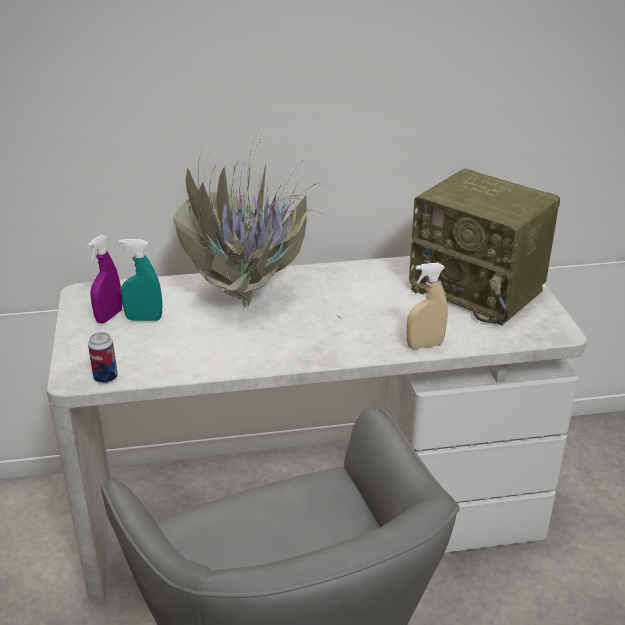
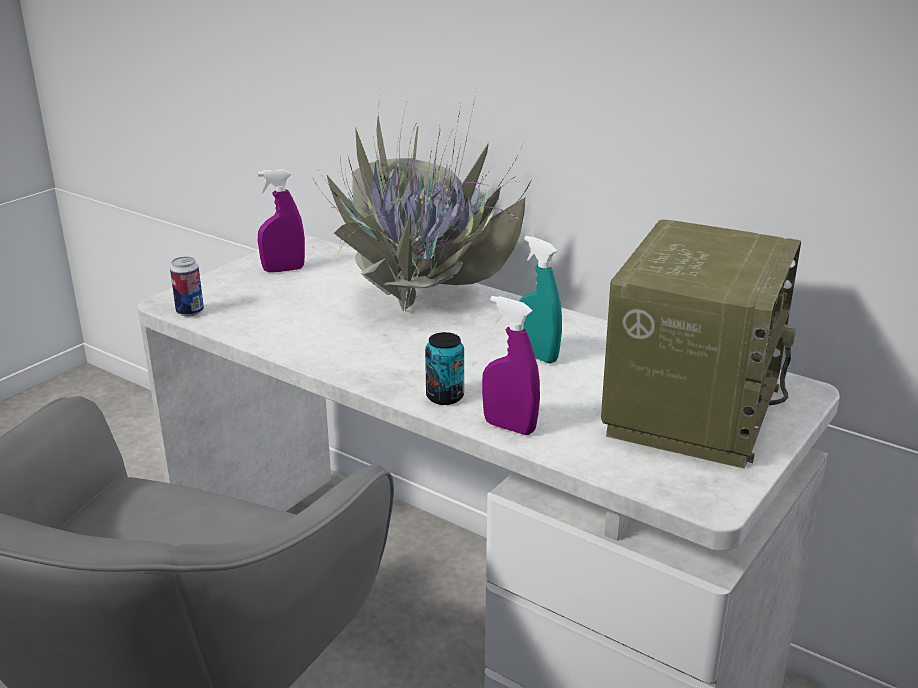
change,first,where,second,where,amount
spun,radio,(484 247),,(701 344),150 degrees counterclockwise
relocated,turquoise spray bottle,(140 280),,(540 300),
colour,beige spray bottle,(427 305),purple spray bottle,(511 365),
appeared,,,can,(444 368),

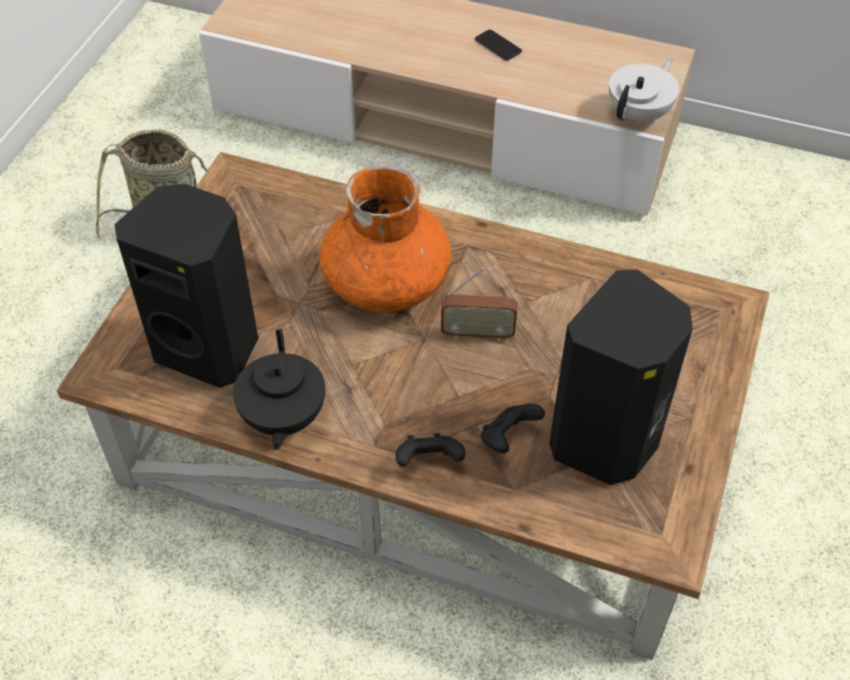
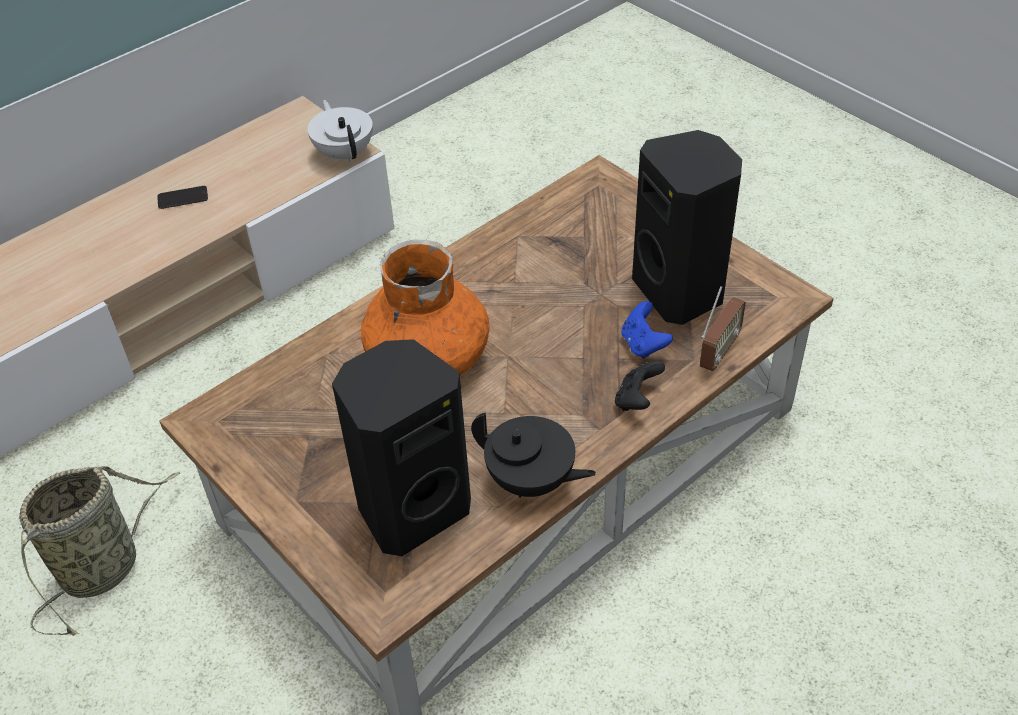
change,first,where,second,where,amount
relocated,radio,(479 304),,(723 328),
colour,black game controller,(513 428),blue game controller,(647 330),

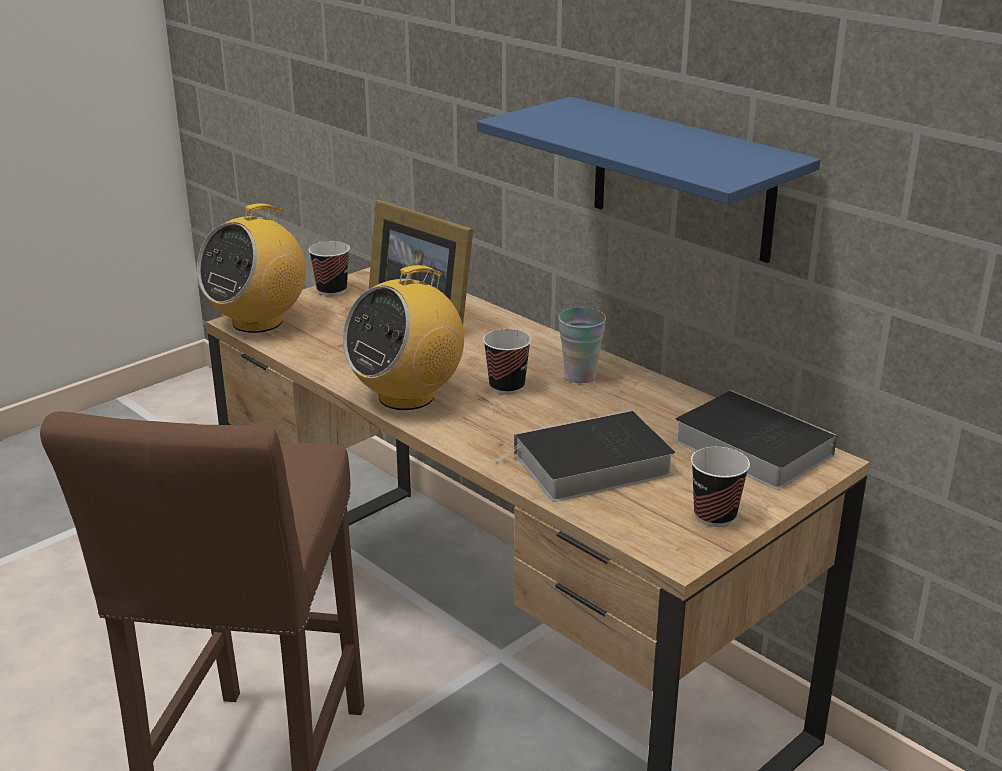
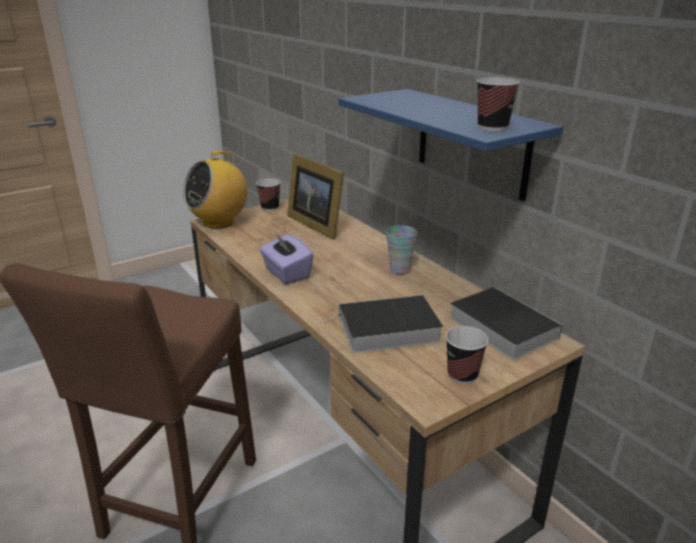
change,first,where,second,where,amount
exchanged,radio,(403 337),purple tissue box,(286 258),
relocated,cup,(507 362),,(498 104),

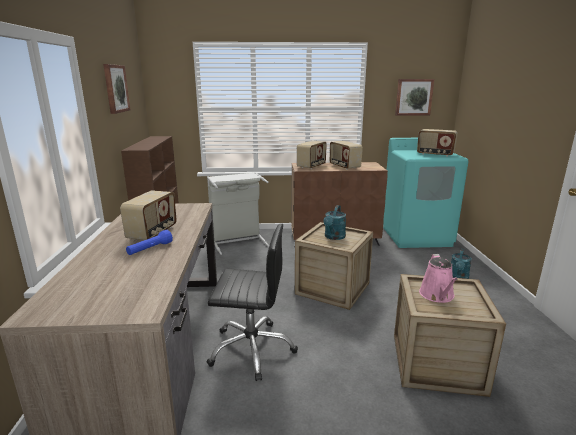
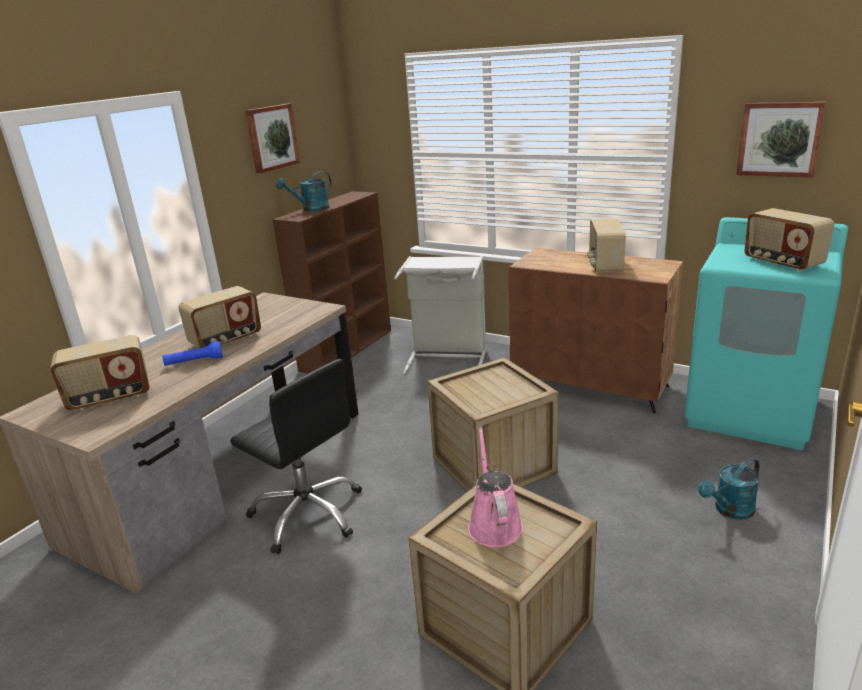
change,first,where,second,where,amount
relocated,radio,(312 155),,(100 372),
relocated,turquoise watering can,(334 222),,(303 191),
spun,pink watering can,(438 278),,(495 487),135 degrees clockwise

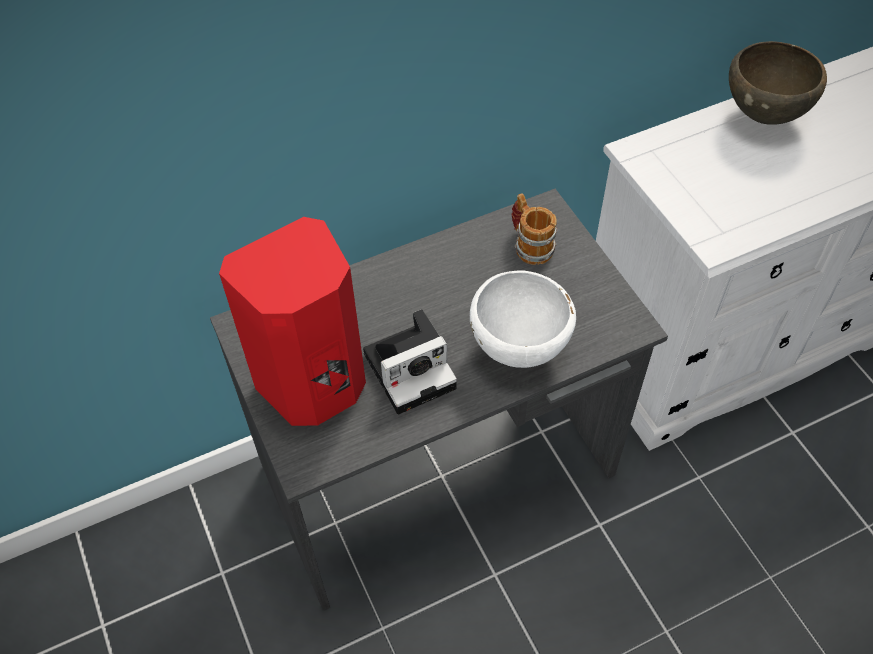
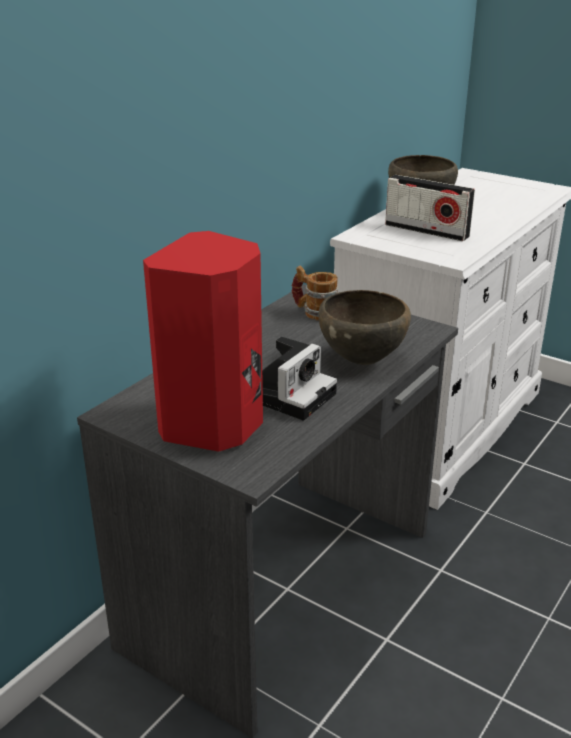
change,first,where,second,where,amount
colour,white bowl,(523 319),brown bowl,(364 327),
appeared,,,radio,(430 208),

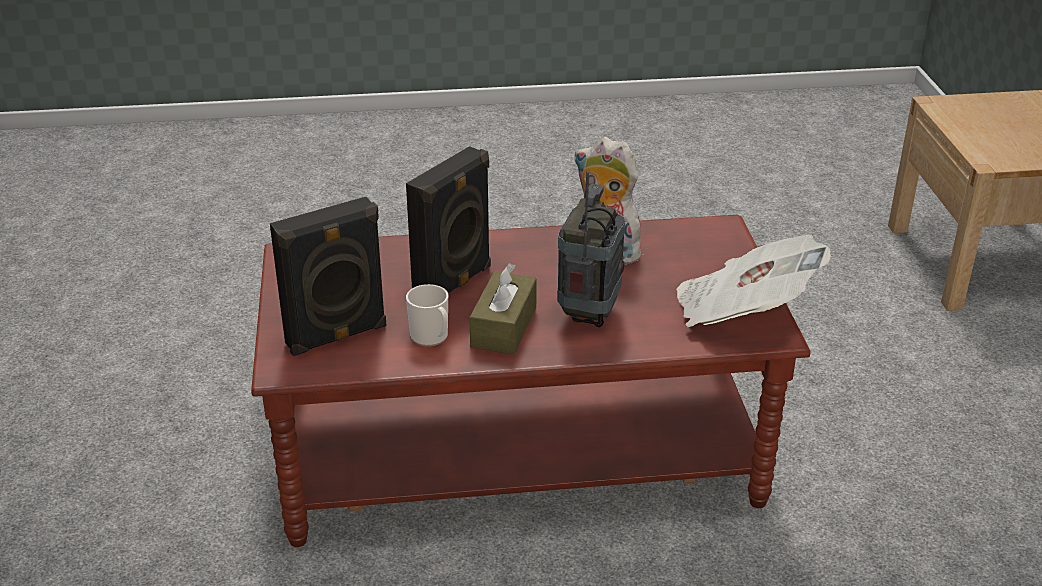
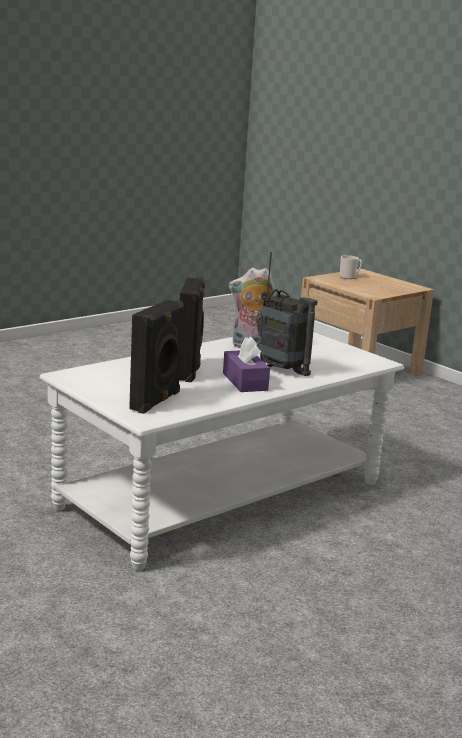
change,first,where,second,where,amount
spun,radio,(591 249),,(288 314),150 degrees clockwise
colour,brown coffee table,(530 381),white coffee table,(222 451),
missing,newspaper,(753 280),,,
colour,brown tissue box,(503 309),purple tissue box,(246 364),
relocated,mug,(427 315),,(351 267),

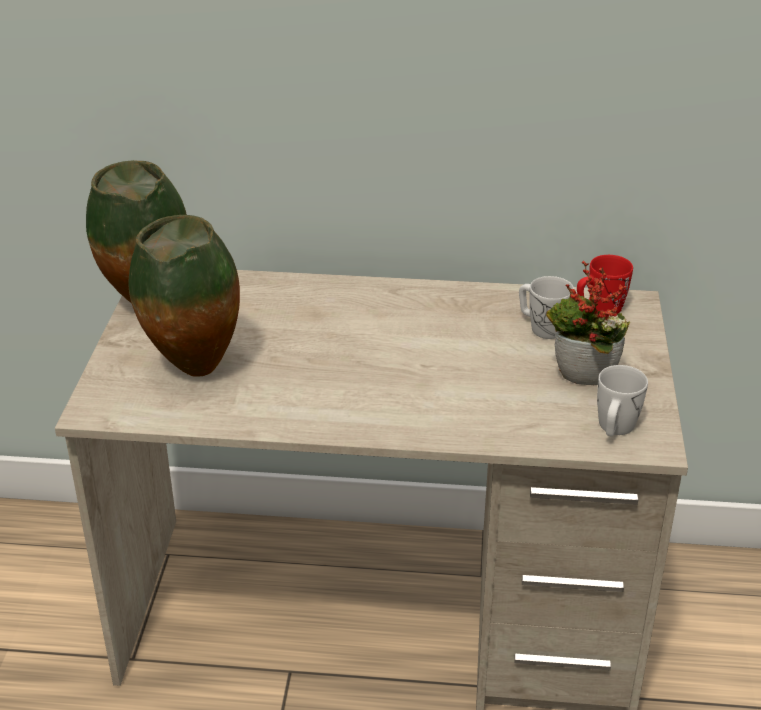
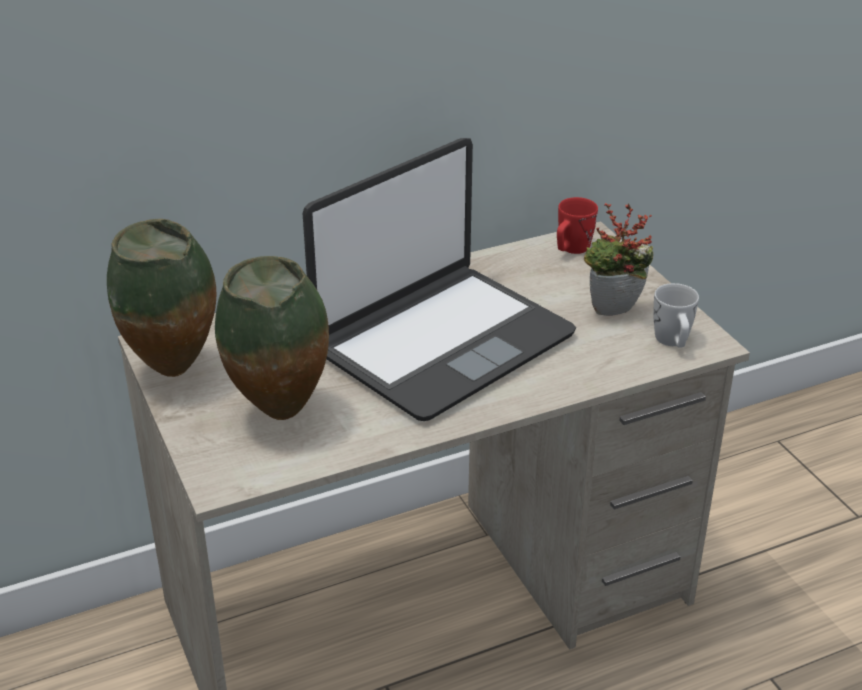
change,first,where,second,where,amount
missing,white mug,(546 307),,,
appeared,,,laptop,(439 279),

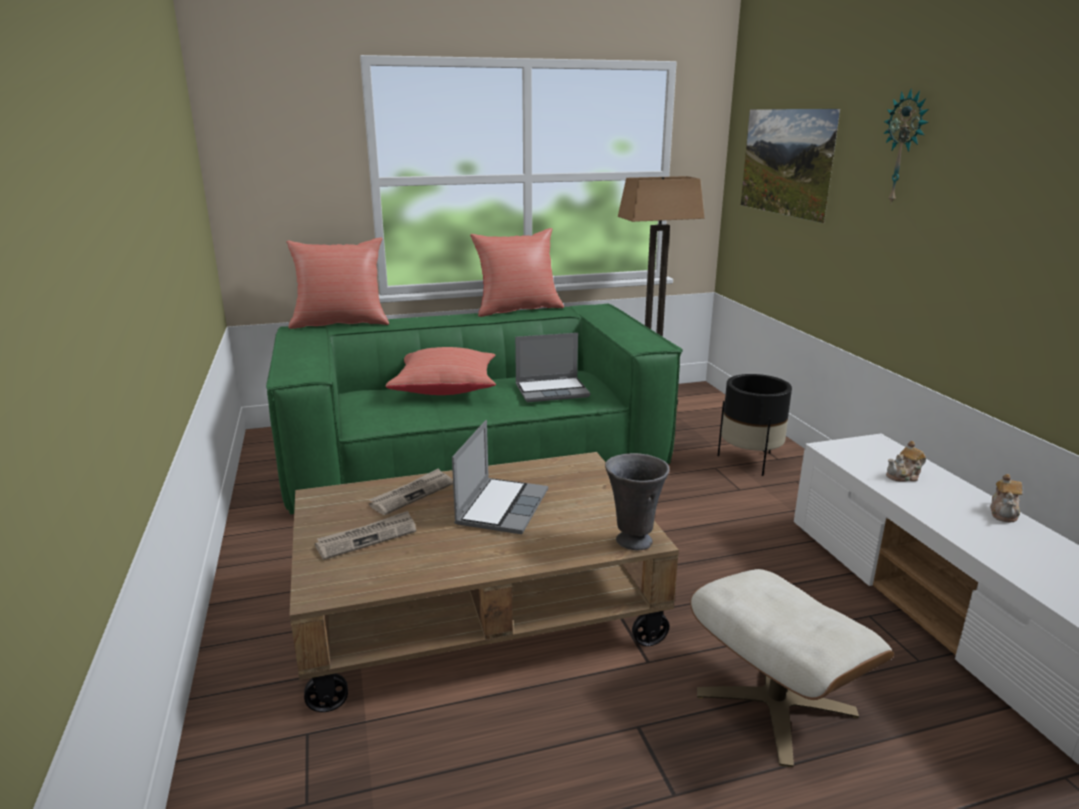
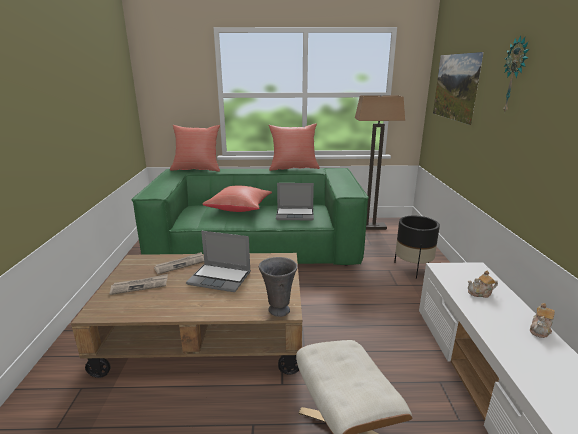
change,first,where,second,where,amount
spun,laptop,(500 477),,(218 261),75 degrees clockwise

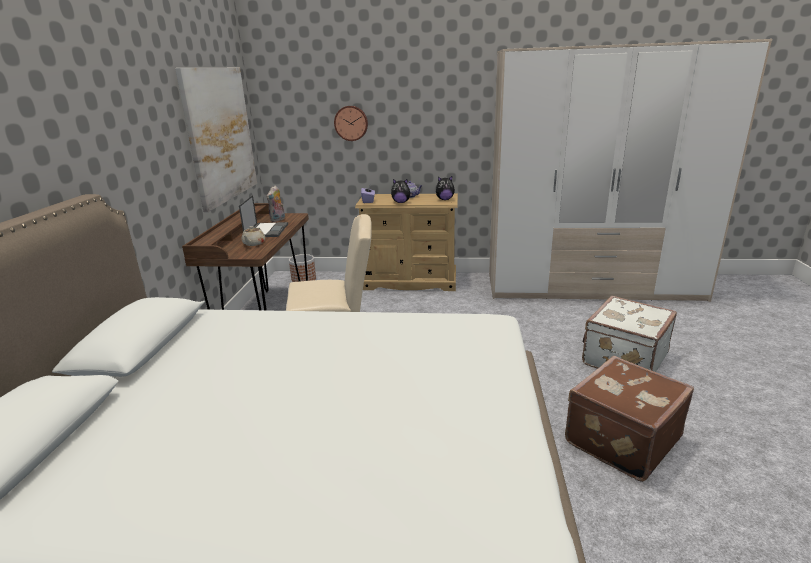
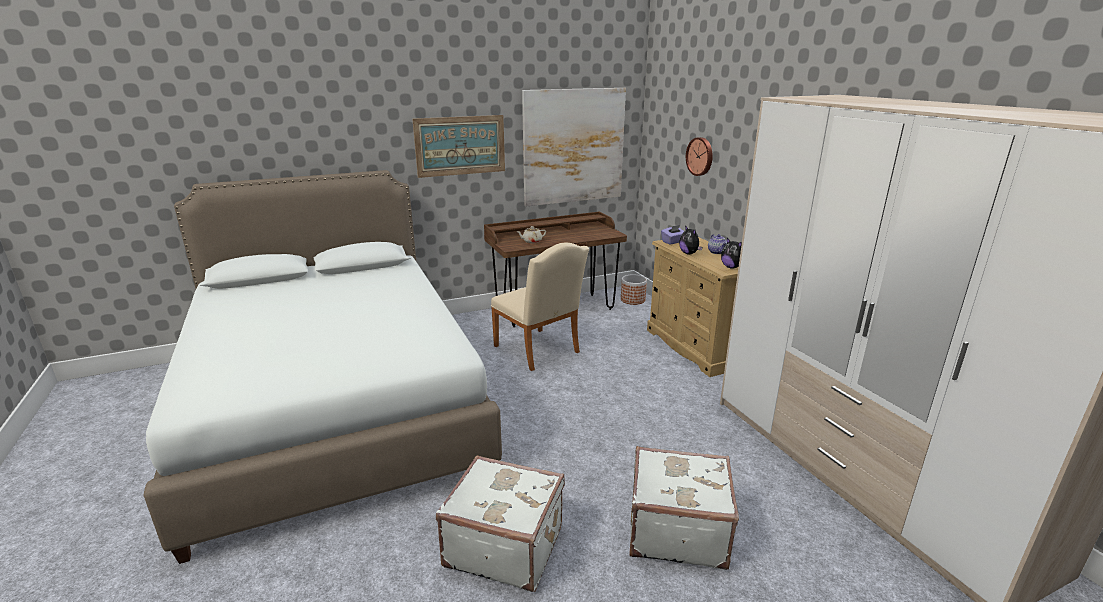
change,first,where,second,where,amount
missing,plush toy,(276 204),,,
missing,laptop,(263 216),,,
colour,brown suitcase,(629 419),white suitcase,(500 523),
appeared,,,picture,(458 146),

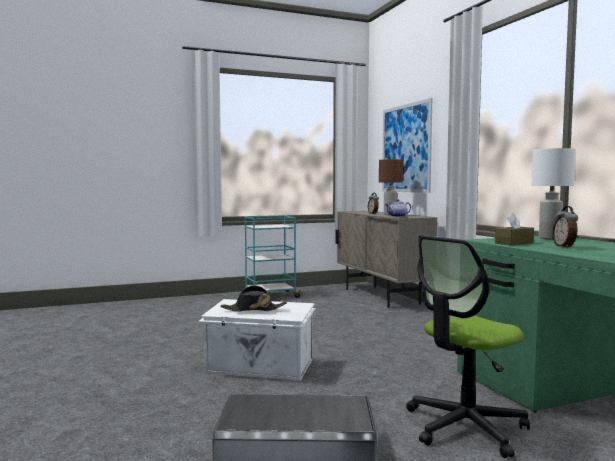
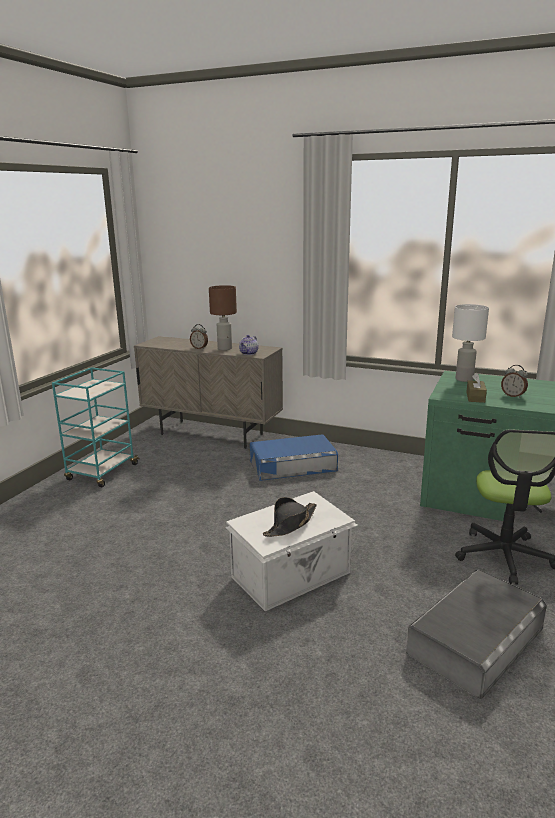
change,first,where,second,where,amount
missing,picture,(407 145),,,
appeared,,,blue storage box,(294 457),

